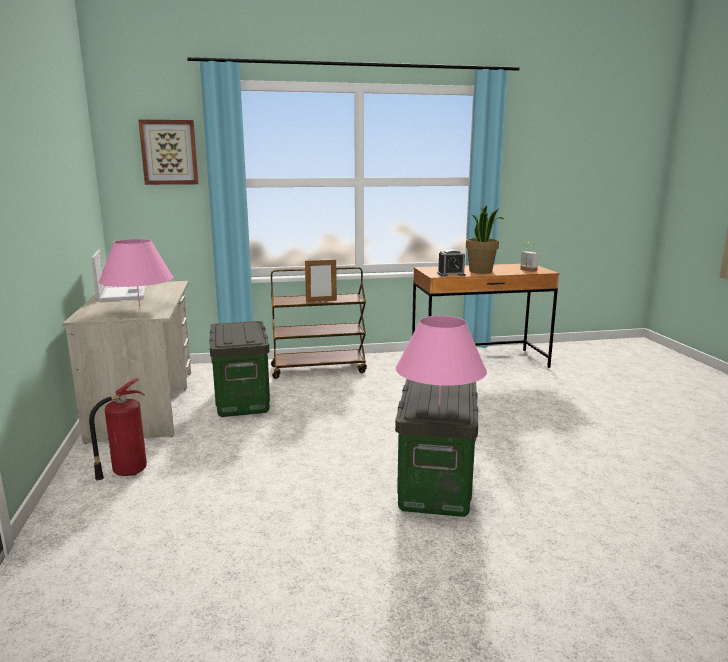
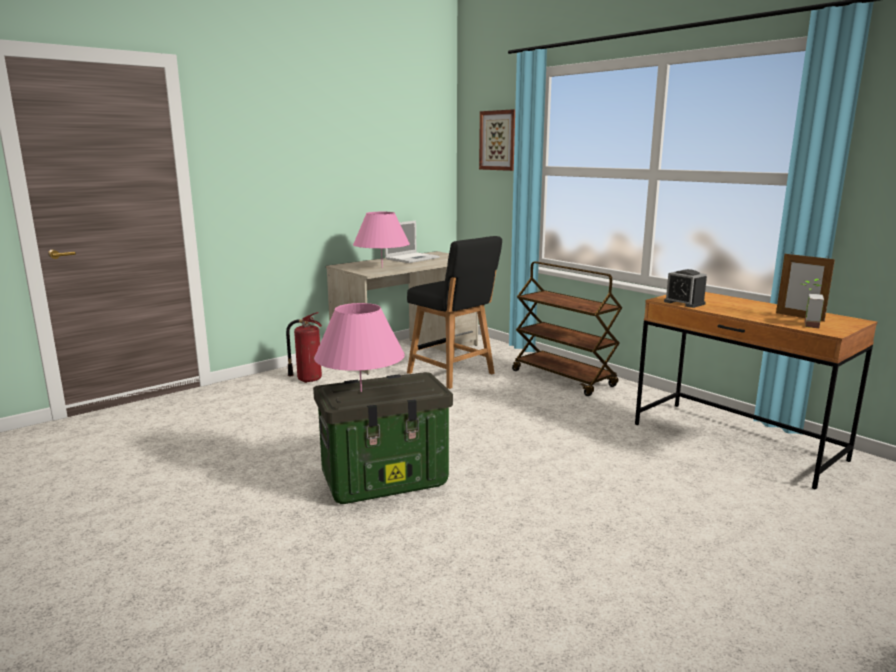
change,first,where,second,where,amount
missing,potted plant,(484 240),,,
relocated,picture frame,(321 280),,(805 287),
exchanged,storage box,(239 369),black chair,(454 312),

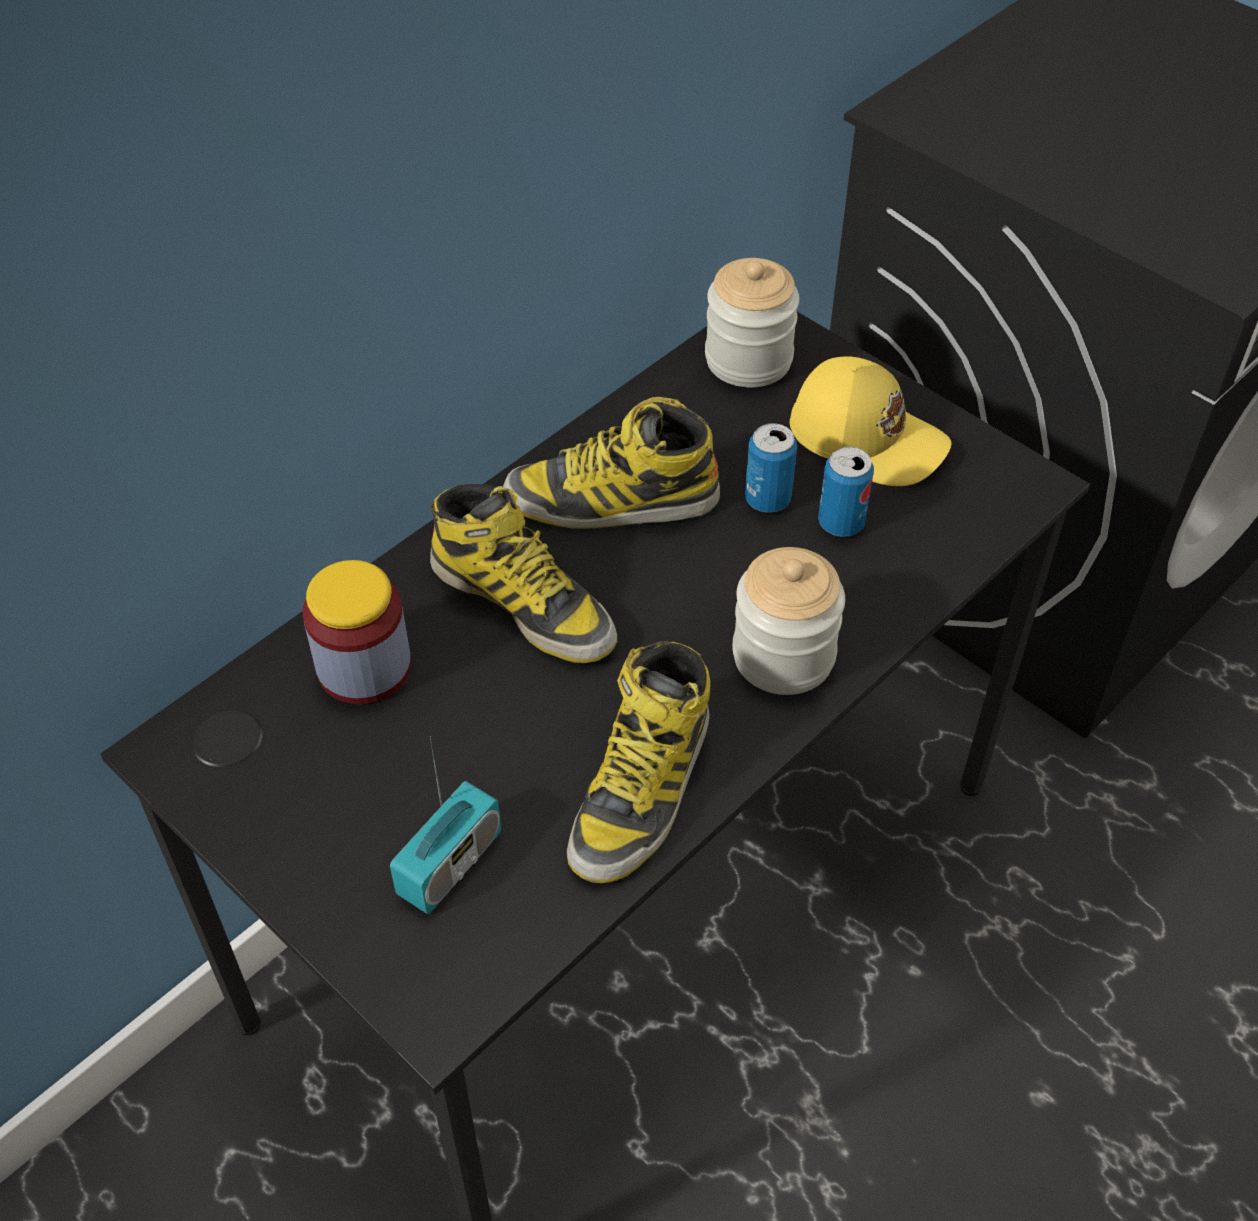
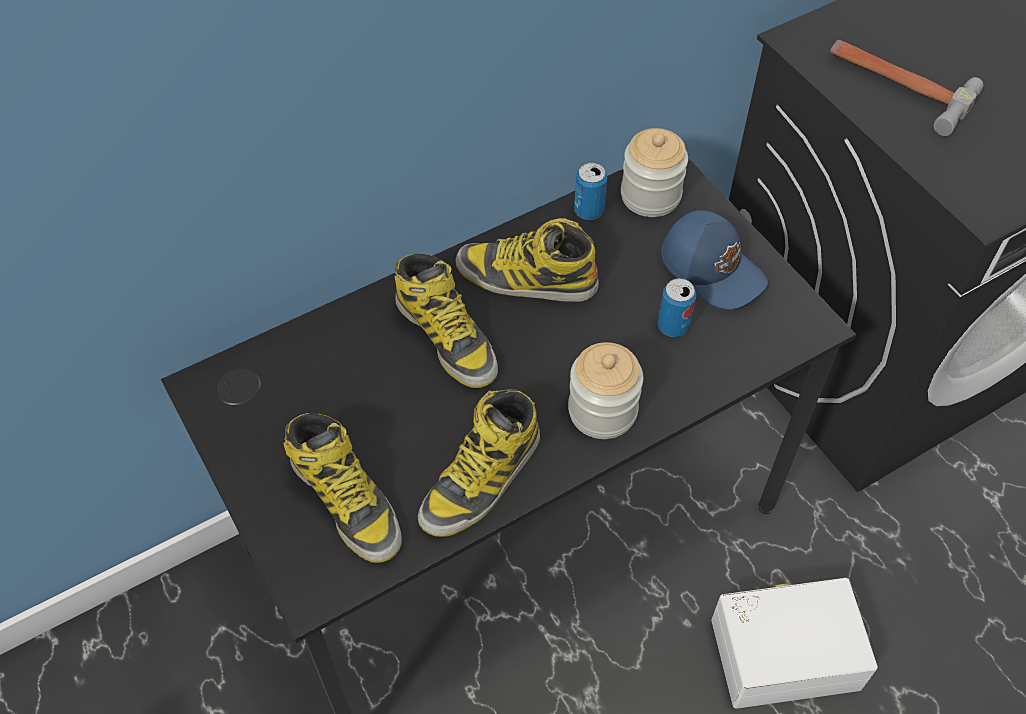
change,first,where,second,where,amount
colour,yellow cap,(871 421),blue cap,(714 259),
relocated,can,(771 468),,(590 191),
missing,jar,(357 632),,,
exchanged,radio,(445 825),boot,(342 488),
appeared,,,hammer,(906 88),
appeared,,,white storage box,(794 643),

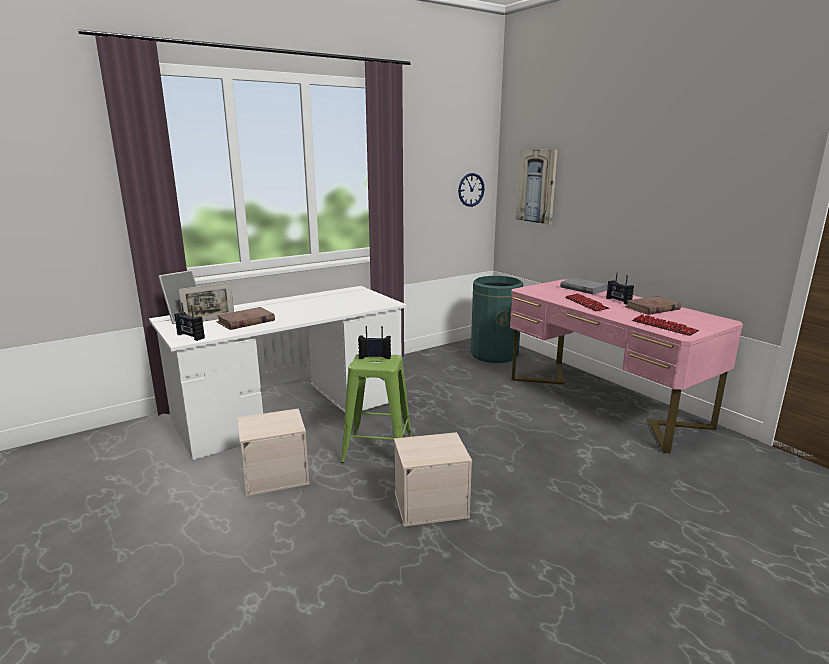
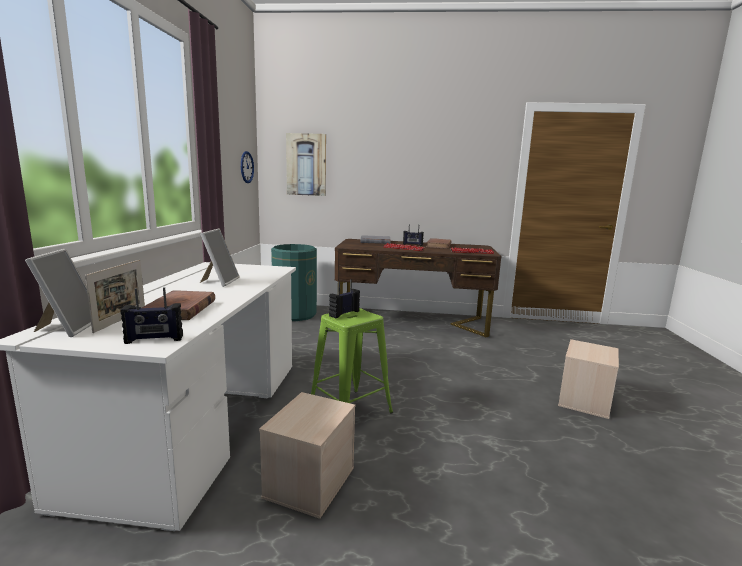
change,first,where,second,where,amount
colour,pink desk,(626 366),brown desk,(418 288),
relocated,beige storage box,(433 479),,(588 379),
appeared,,,picture frame,(220 257),

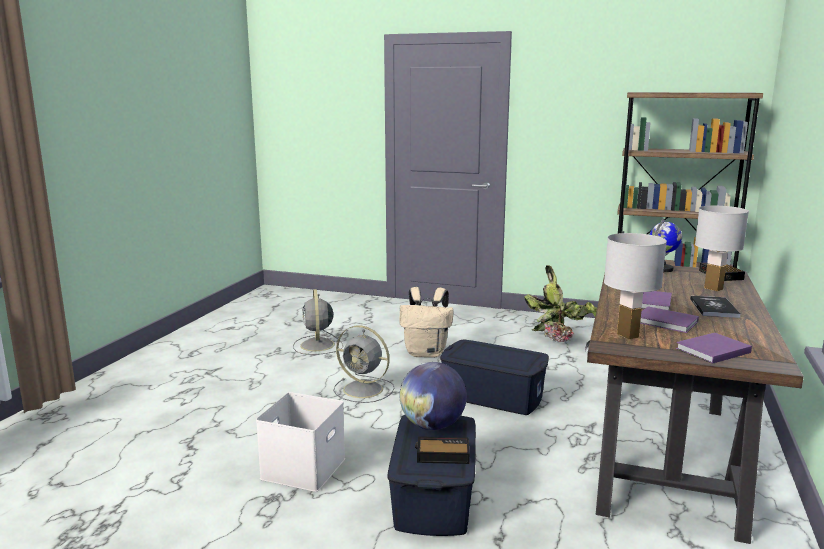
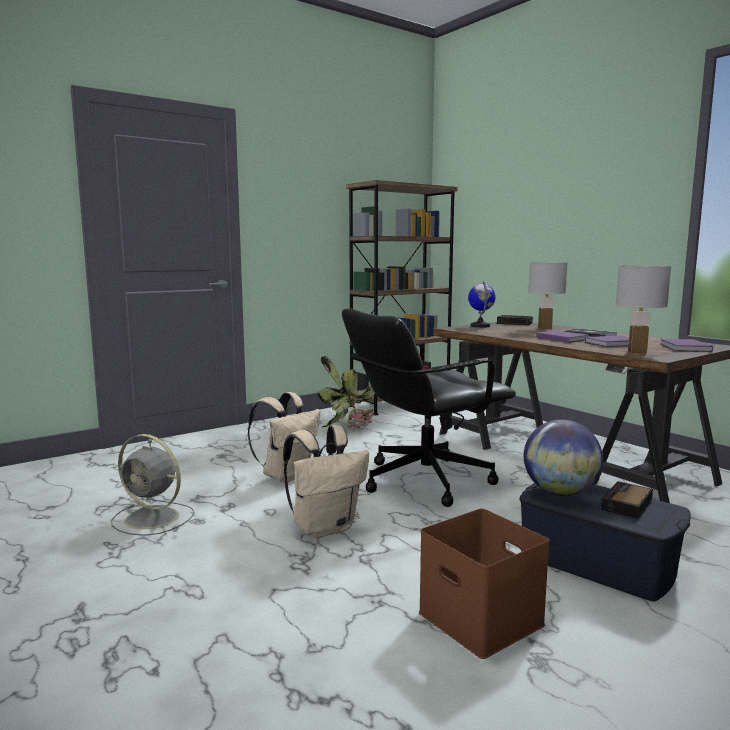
change,first,where,second,where,amount
exchanged,grey fan,(363 364),beige backpack,(326 481),
exchanged,blue storage box,(494 377),black office chair,(429 408),
colour,white storage box,(300 442),brown storage box,(484 583),

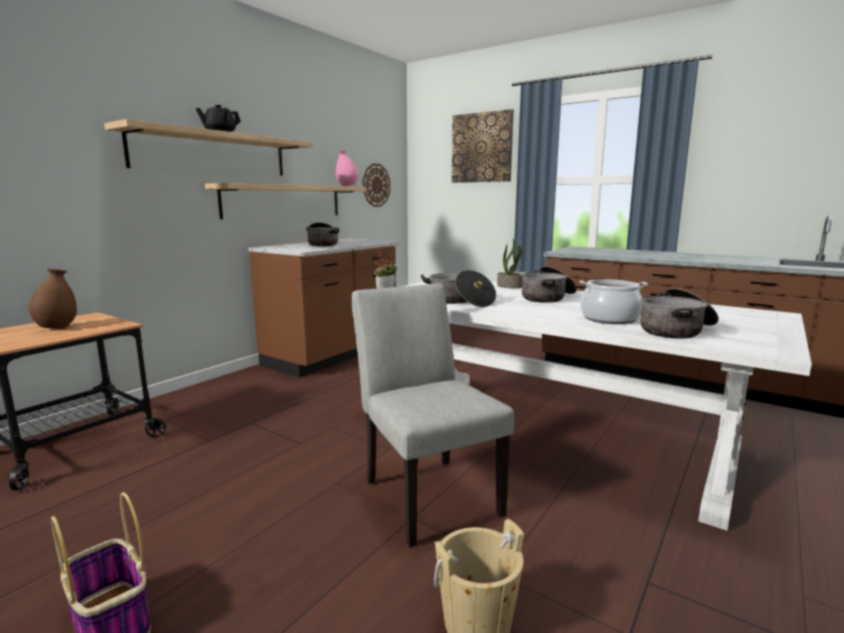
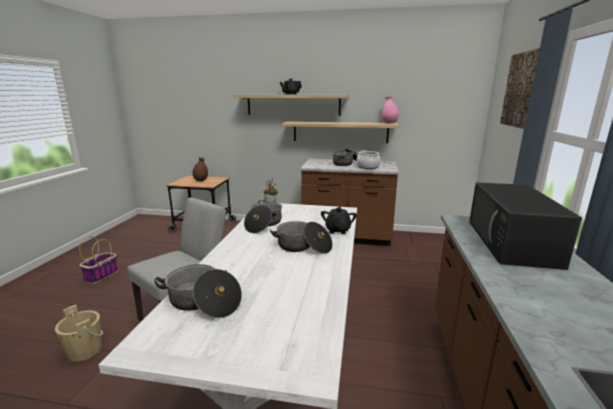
change,first,where,second,where,amount
missing,wall clock,(376 185),,,
exchanged,potted plant,(509 263),black teapot,(339 220),
relocated,cooking pot,(613 301),,(368 159),
appeared,,,black microwave,(525 226),

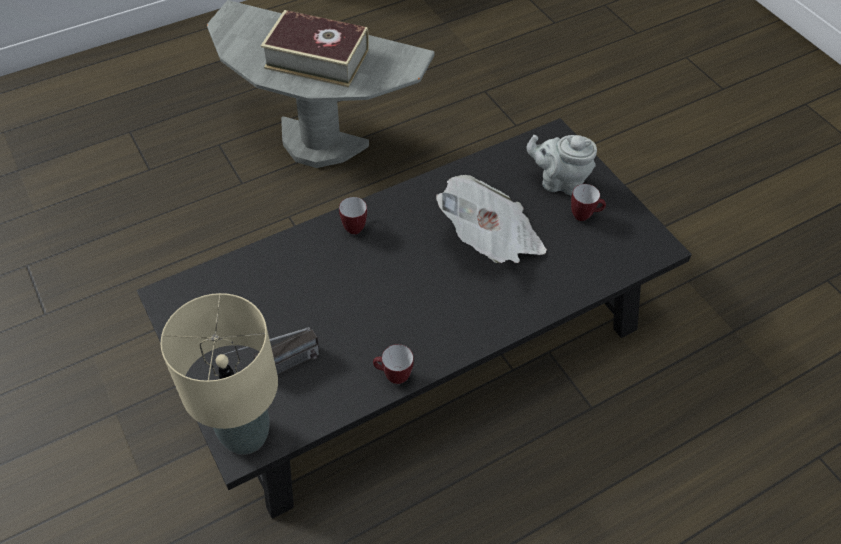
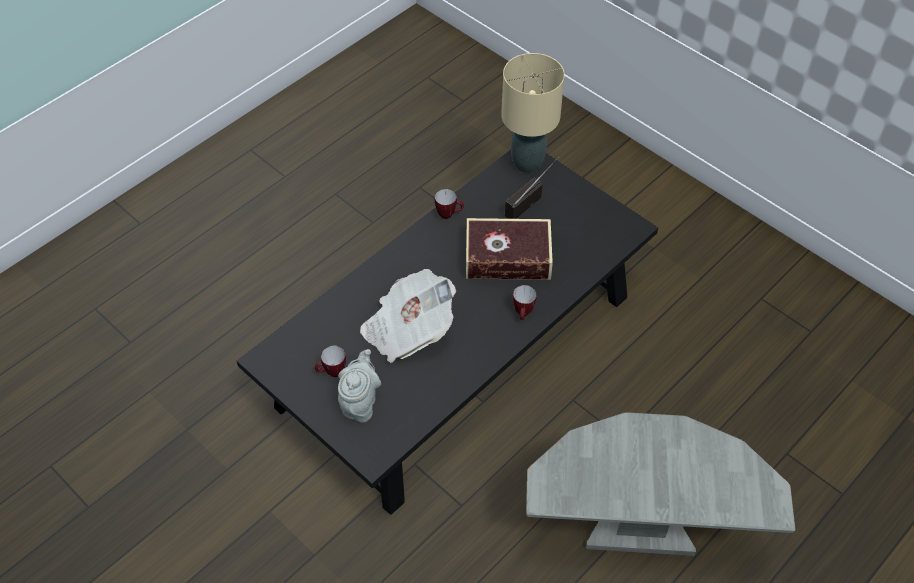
change,first,where,second,where,amount
relocated,book,(315 48),,(509 249),
spun,grey teapot,(561 165),,(359 385),75 degrees counterclockwise

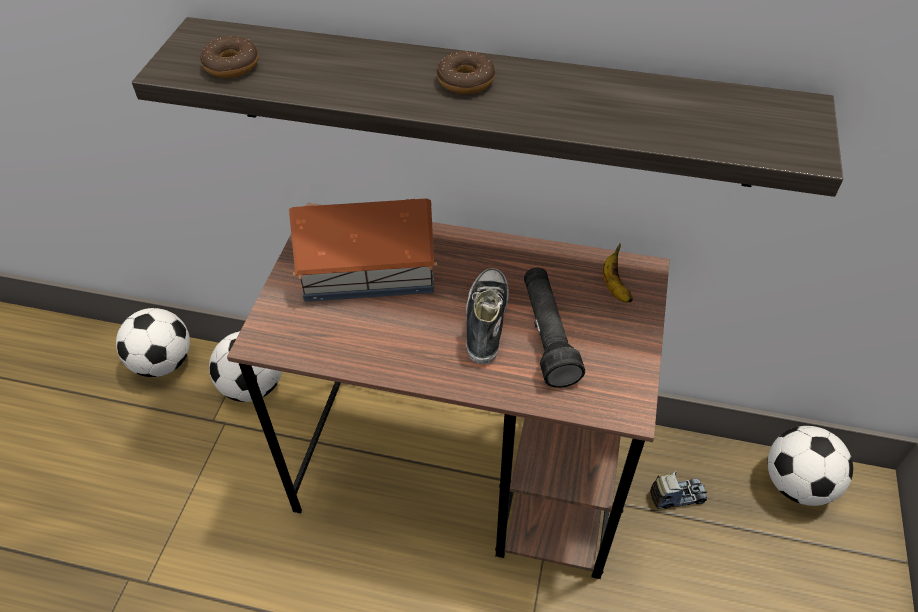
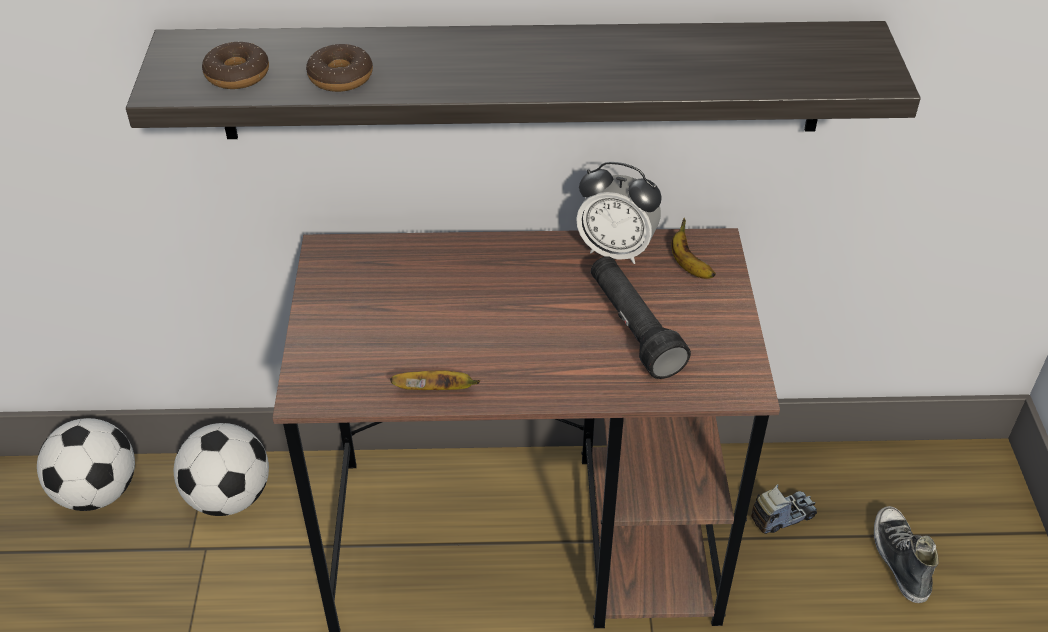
change,first,where,second,where,amount
relocated,donut,(466 72),,(339 68),
missing,toy house,(363 250),,,
relocated,shoe,(487 316),,(906 554),
missing,football,(810 466),,,
appeared,,,alarm clock,(618 213),
appeared,,,banana,(435 380),

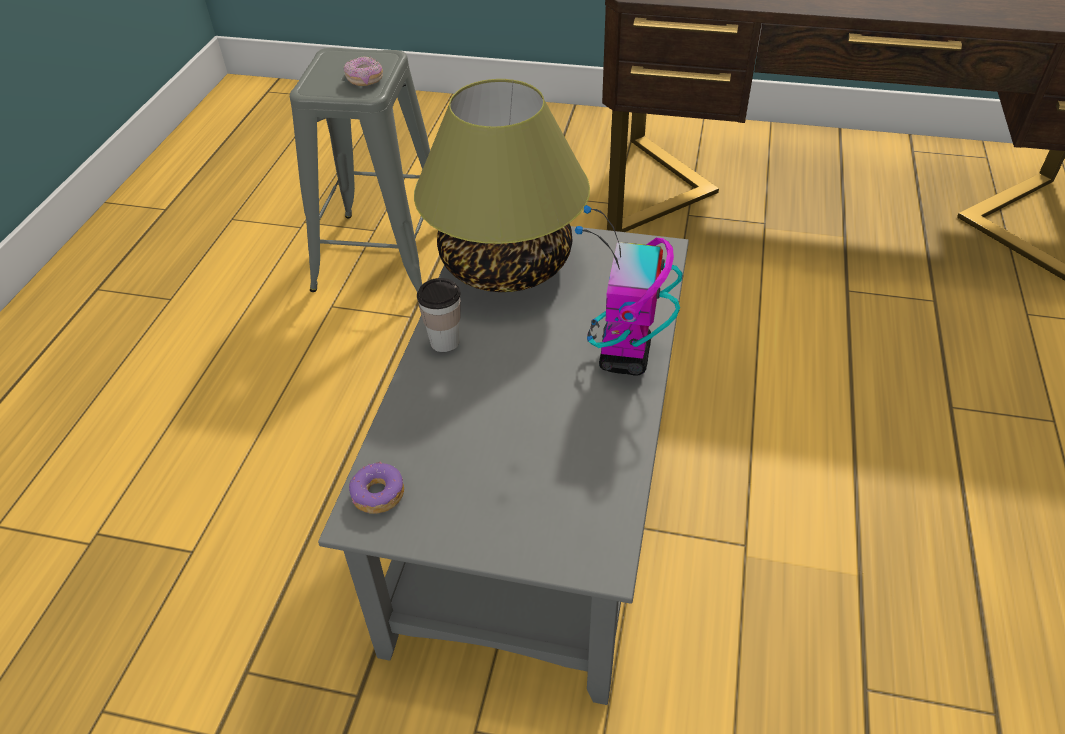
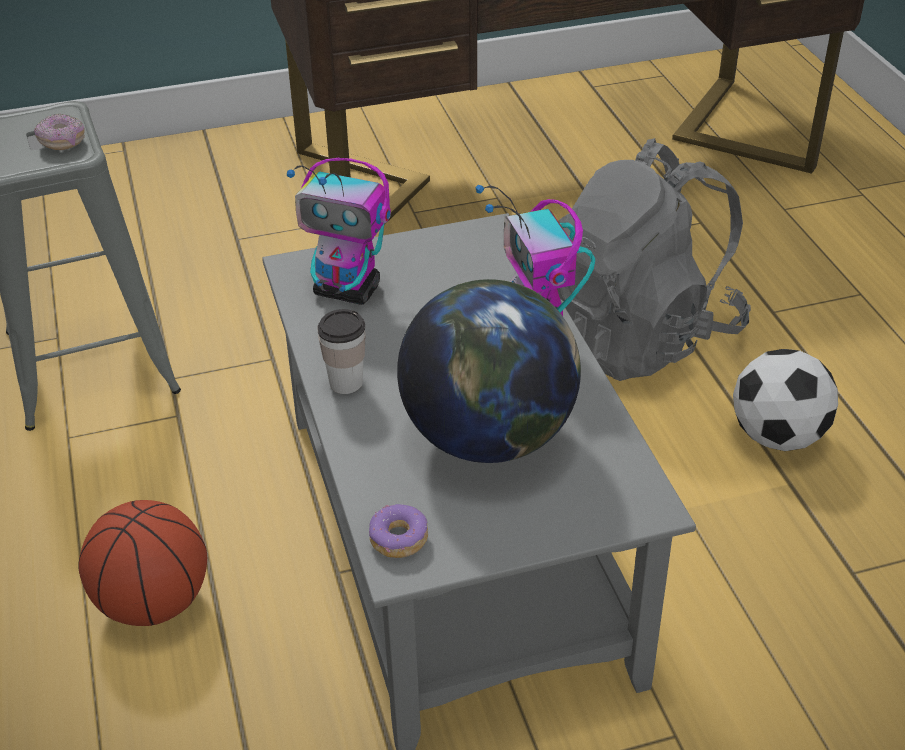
change,first,where,second,where,amount
exchanged,table lamp,(502 185),toy robot,(339 231),
appeared,,,grey backpack,(654 259),
appeared,,,globe,(489 371),
appeared,,,football,(785 400),
appeared,,,basketball,(143 563),

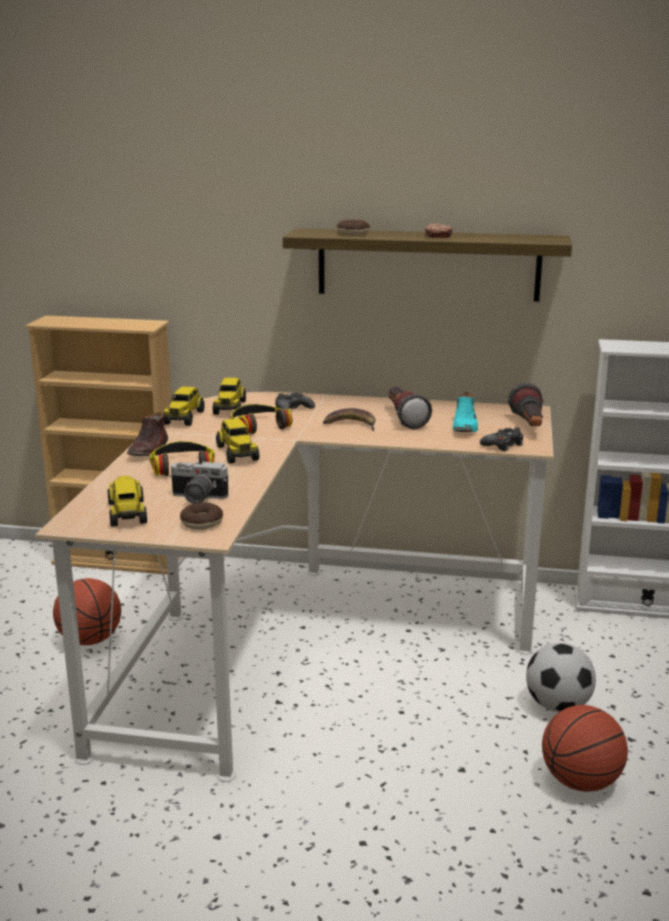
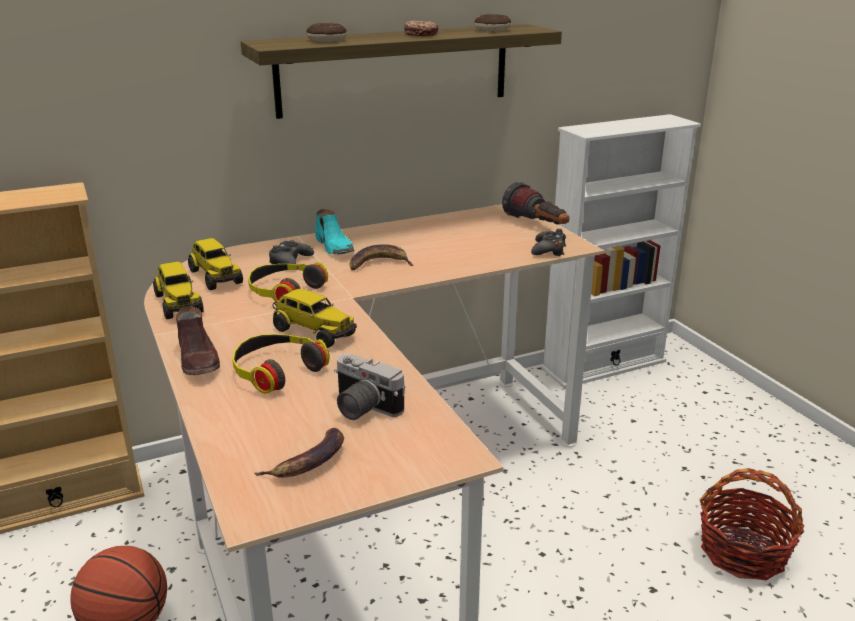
change,first,where,second,where,amount
missing,flashlight,(410 408),,,
relocated,turquoise shoe,(465 412),,(334 231),
spun,photo camera,(199 482),,(369 387),60 degrees clockwise
exchanged,toy truck,(127 501),banana,(299 453),
relocated,donut,(201 516),,(492 23),
missing,football,(561 677),,,
exchanged,basketball,(585 748),basket,(751 524),

